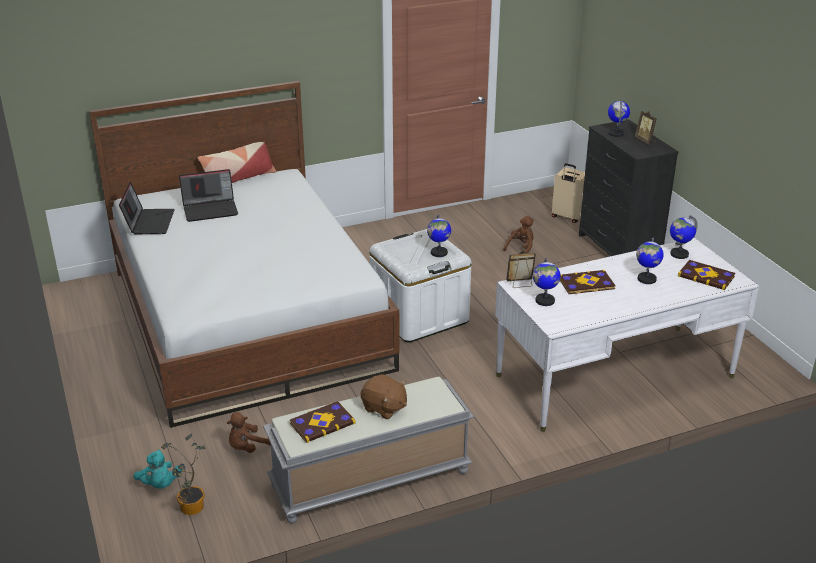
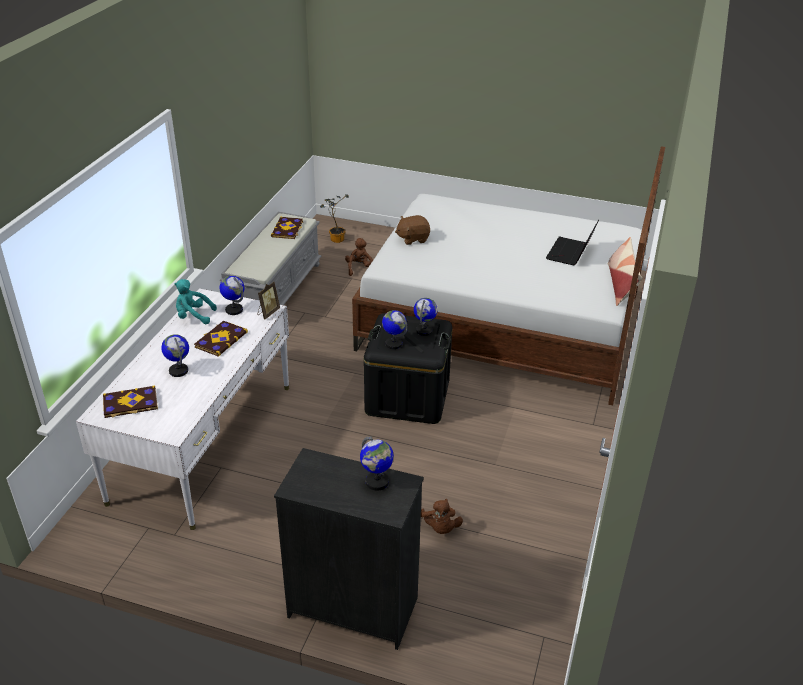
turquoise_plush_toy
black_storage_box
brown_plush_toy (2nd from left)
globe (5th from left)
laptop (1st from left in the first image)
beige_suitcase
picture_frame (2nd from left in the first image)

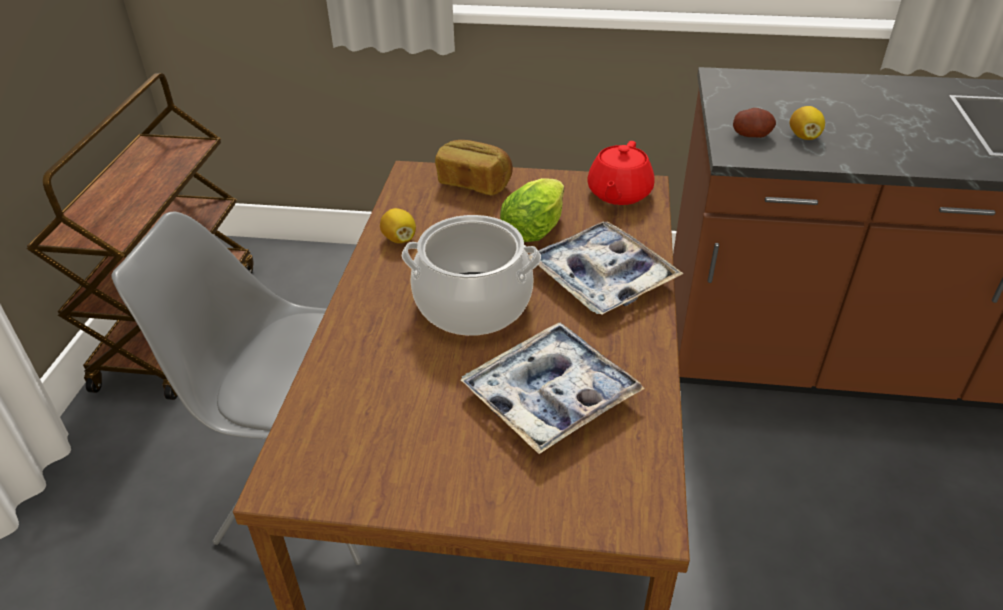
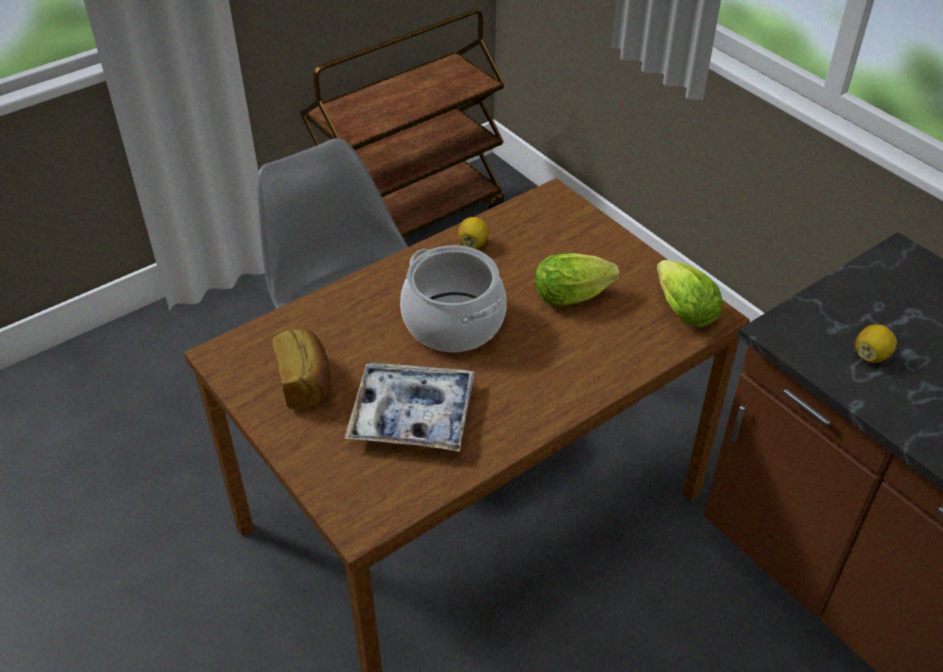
bread
lettuce (2nd from left)
tray (2nd from left in the first image)
potato

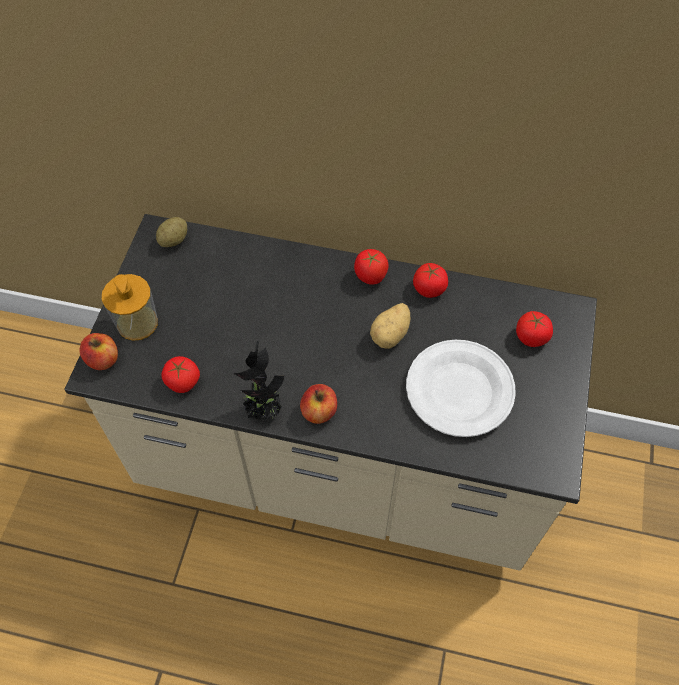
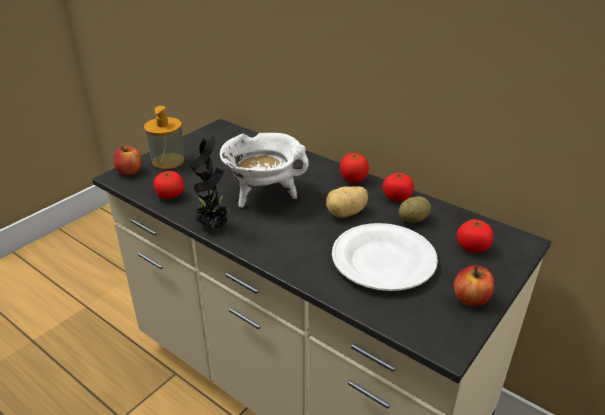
white_cooking_pot
potato (2nd from left)
apple (2nd from left)

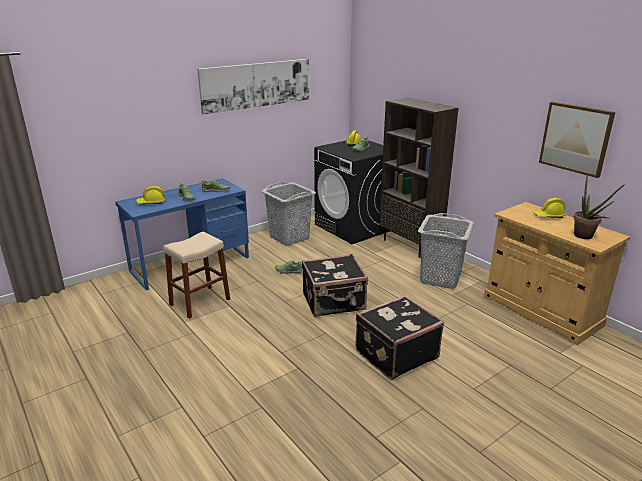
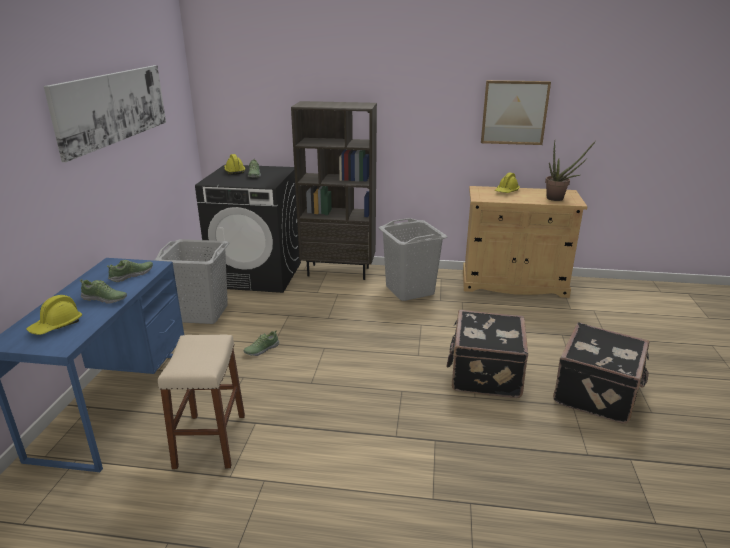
black_suitcase (2nd from left)

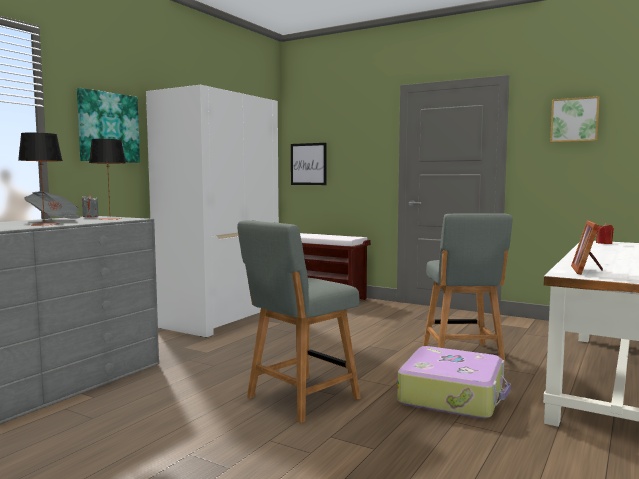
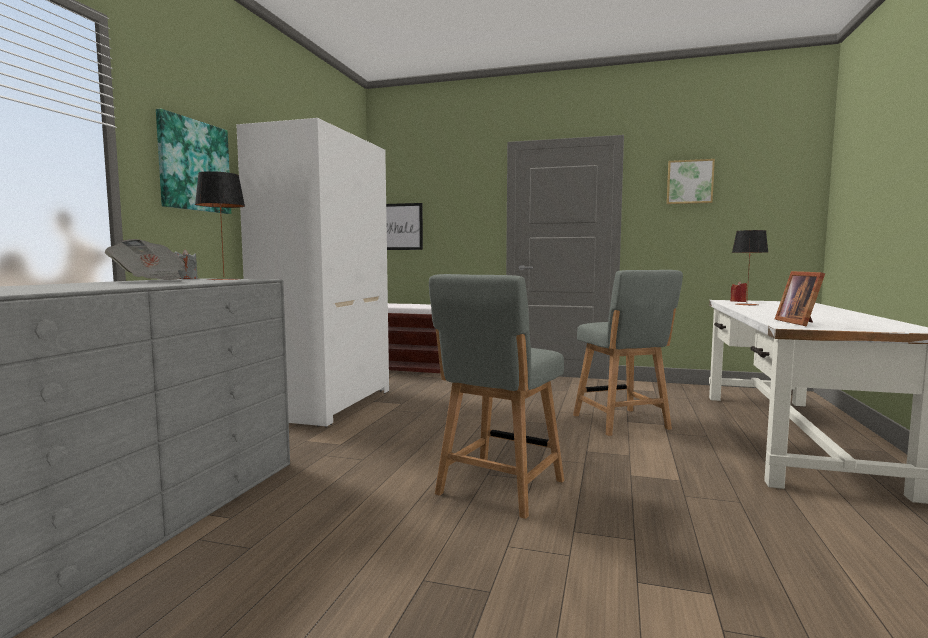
table_lamp (2nd from left)
suitcase

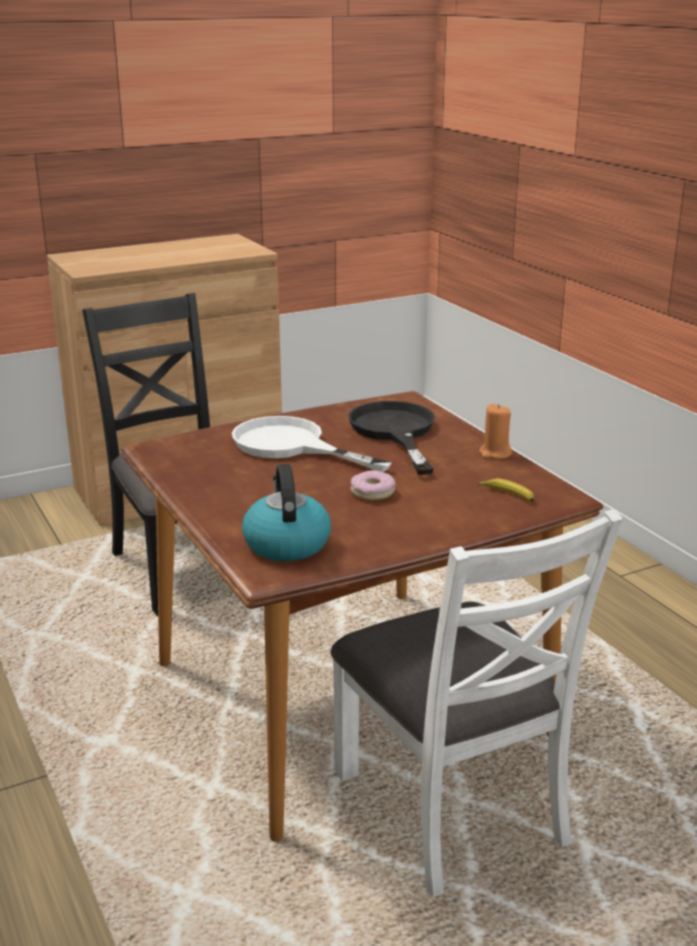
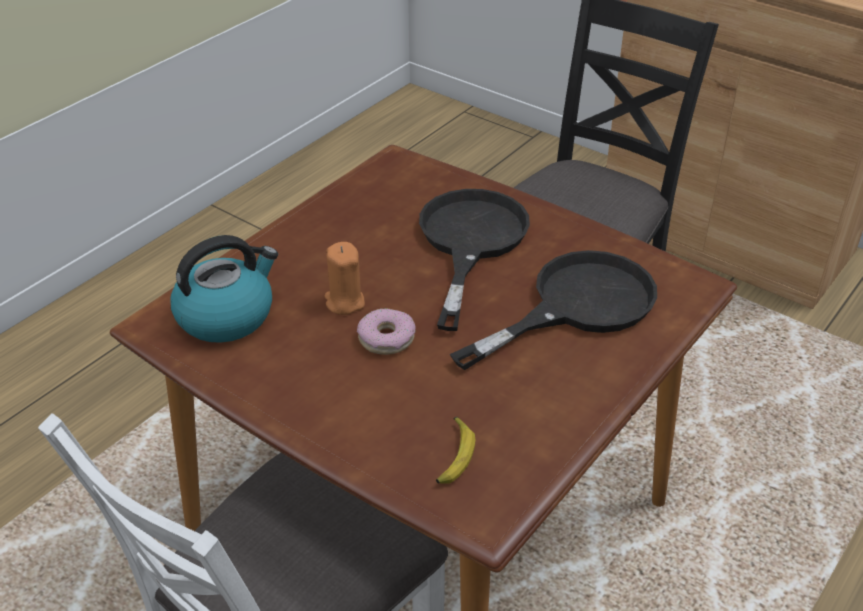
orange_candle
black_frying_pan (1st from left)

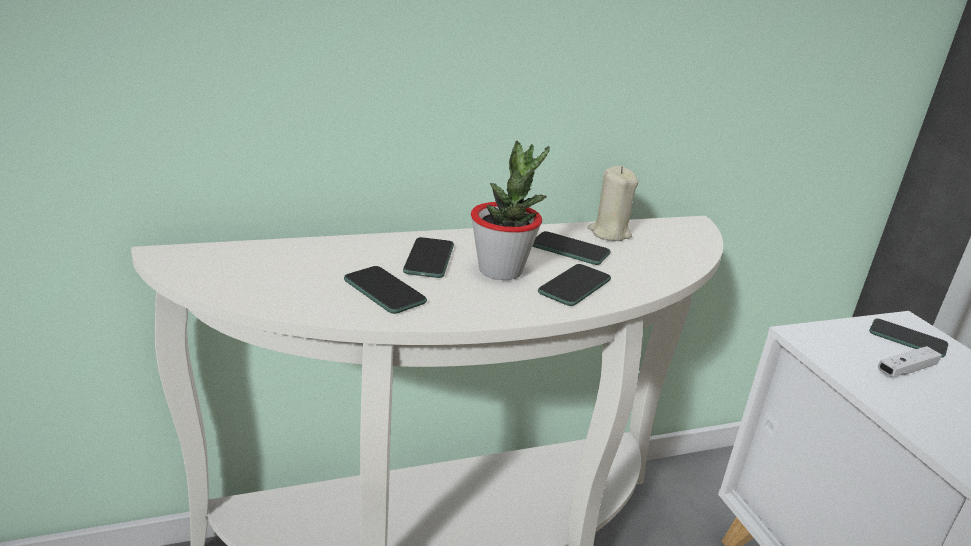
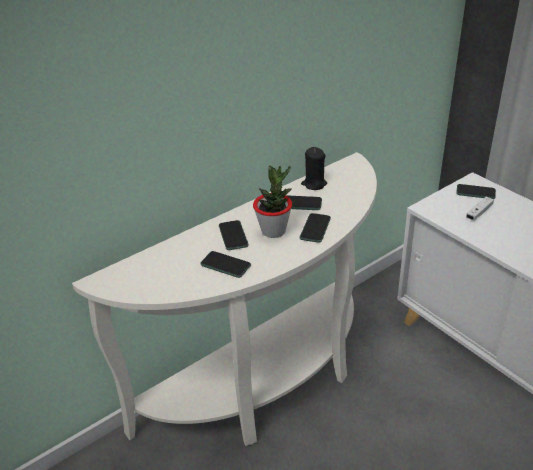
black_candle

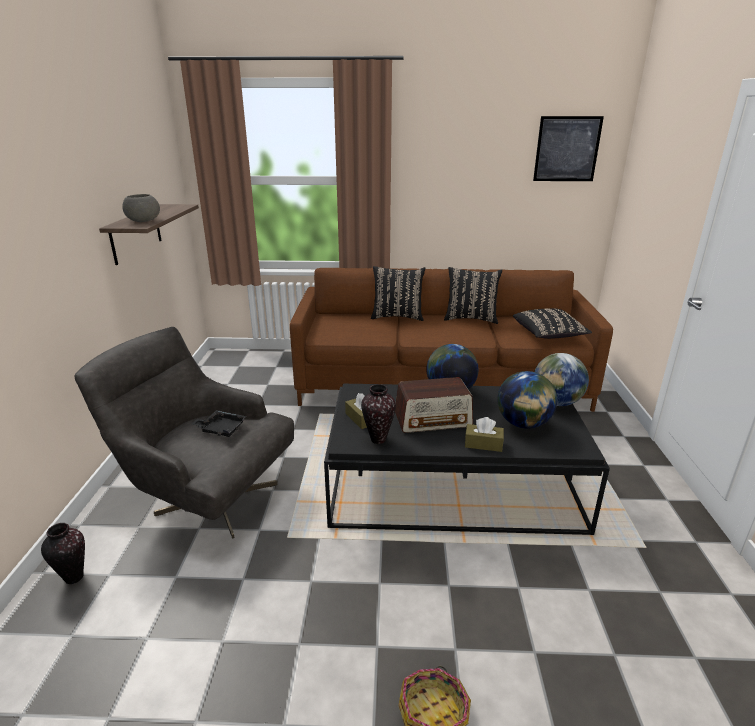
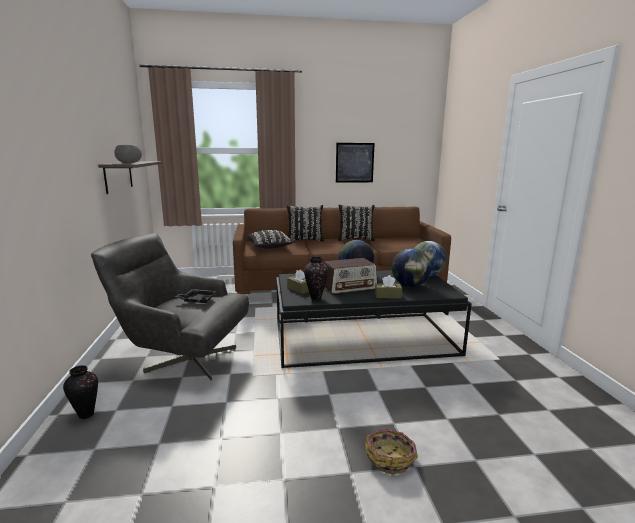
black_pillow (1st from left)
picture

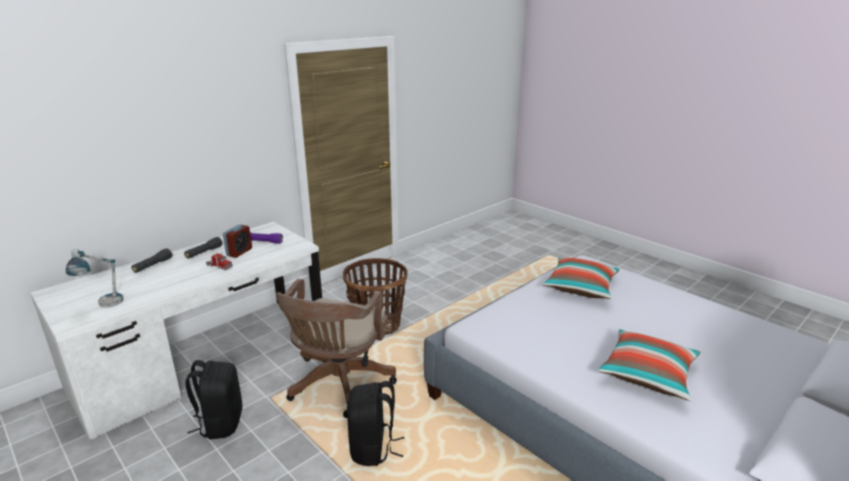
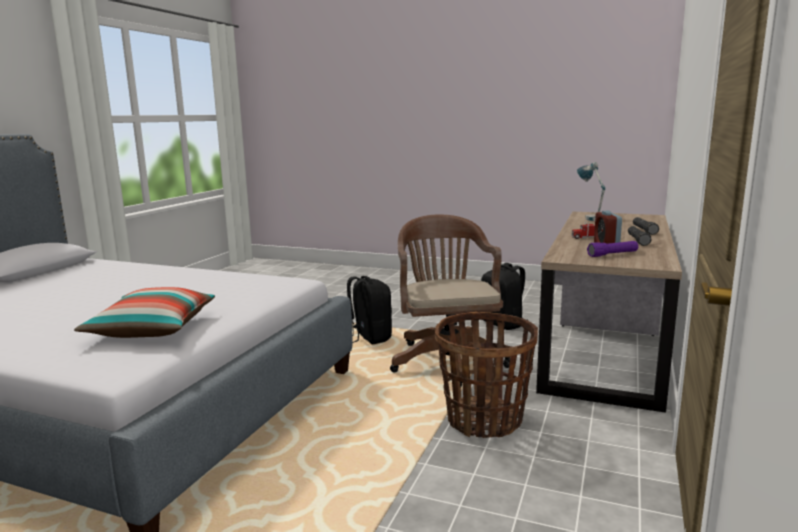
brown_desk
pillow (2nd from left in the first image)

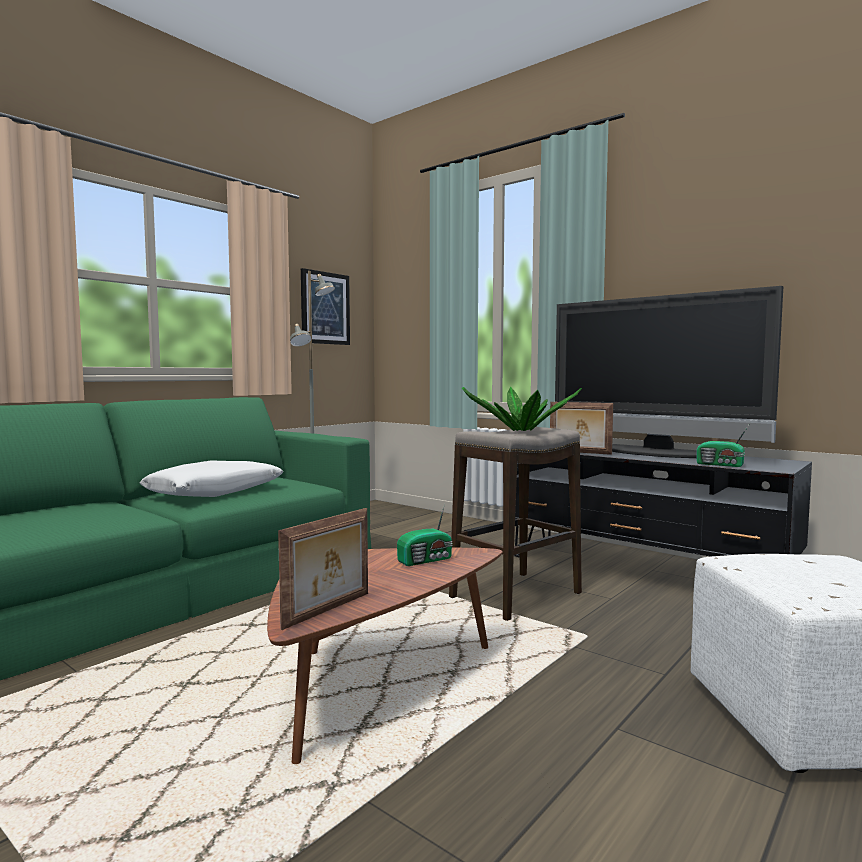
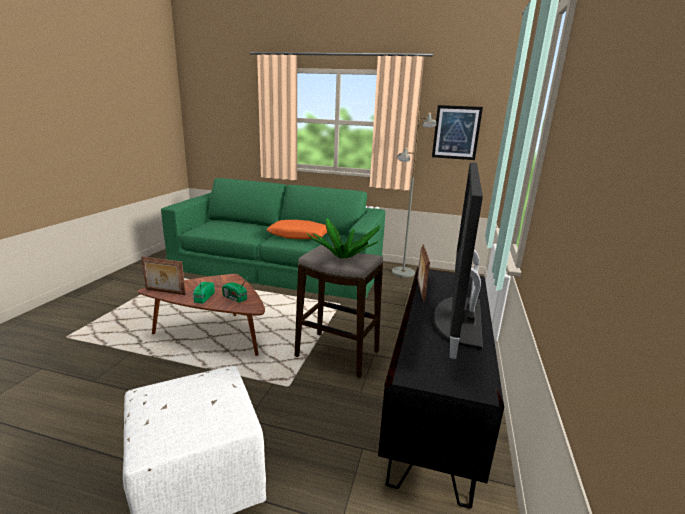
radio (1st from left)
orange_pillow

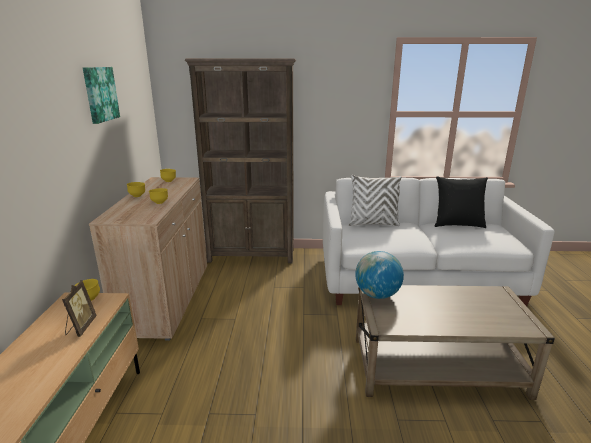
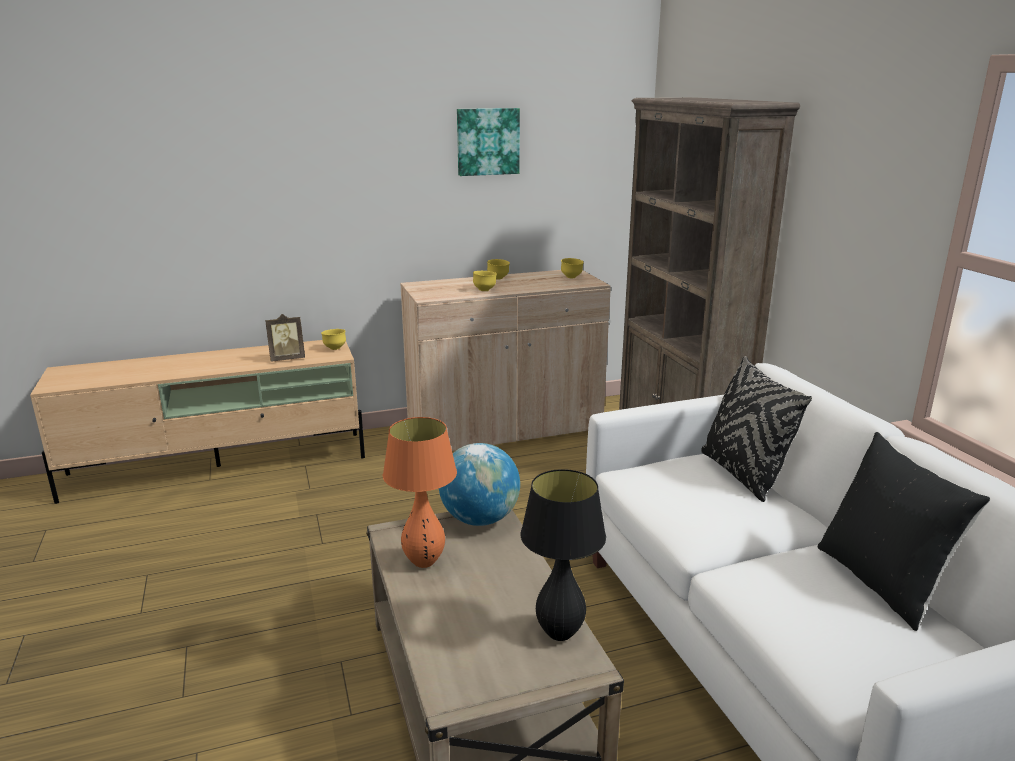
orange_table_lamp
black_table_lamp
black_pillow (1st from left)

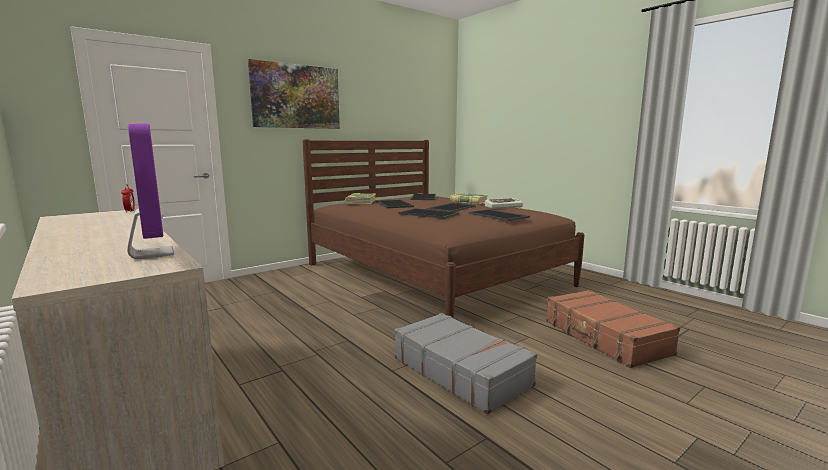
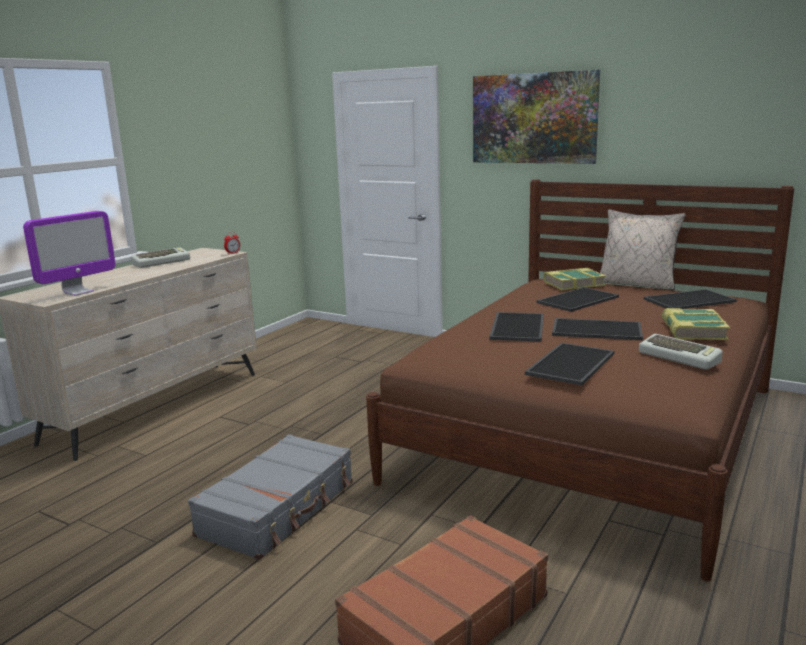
keyboard (1st from left)
beige_pillow

